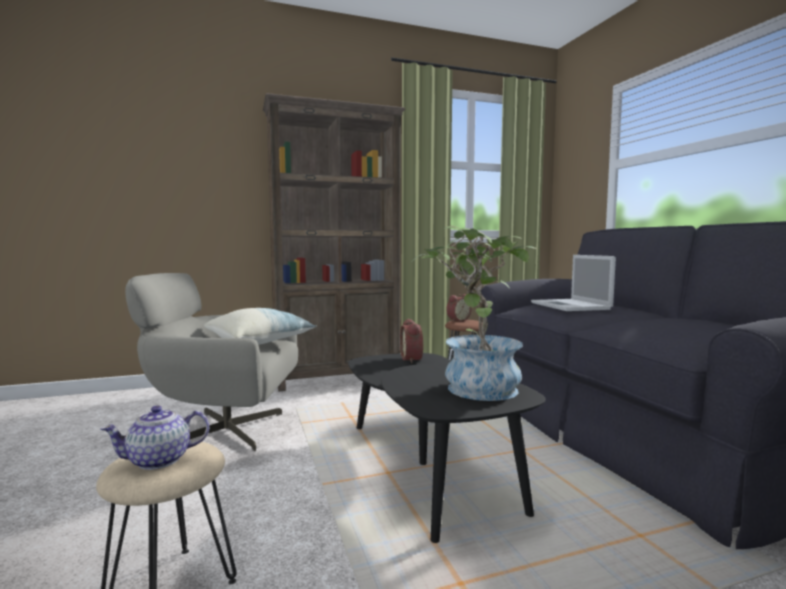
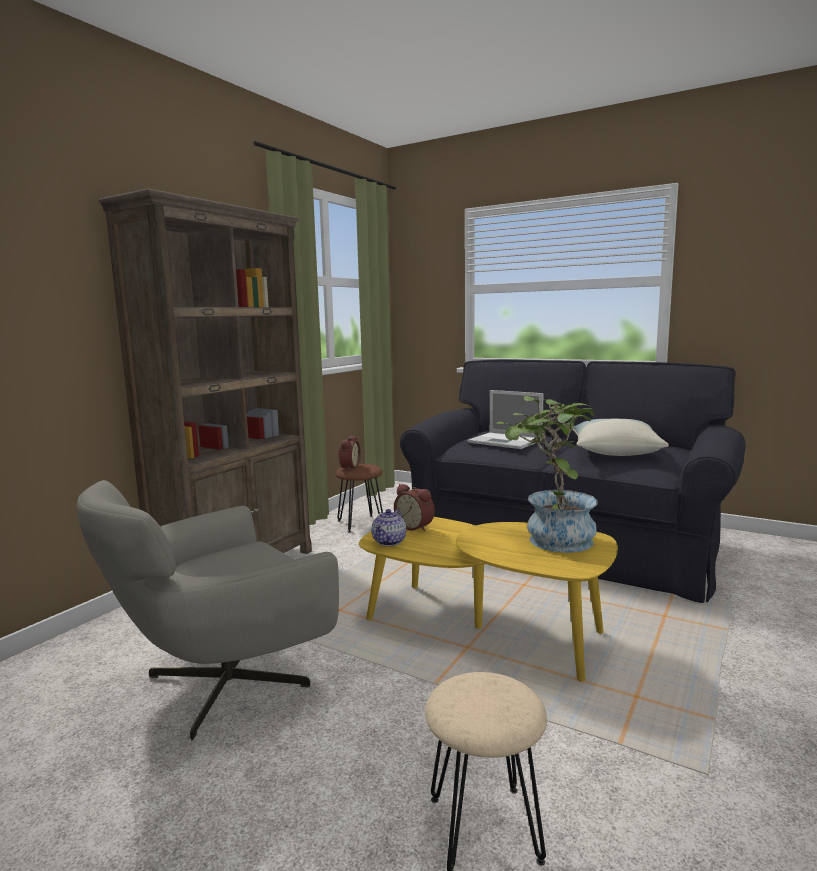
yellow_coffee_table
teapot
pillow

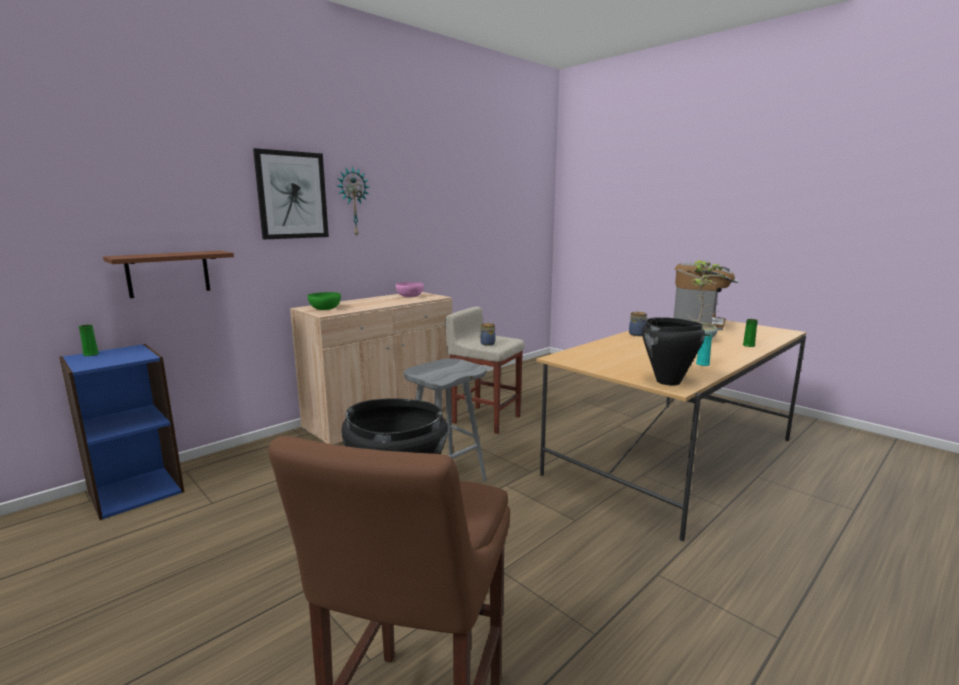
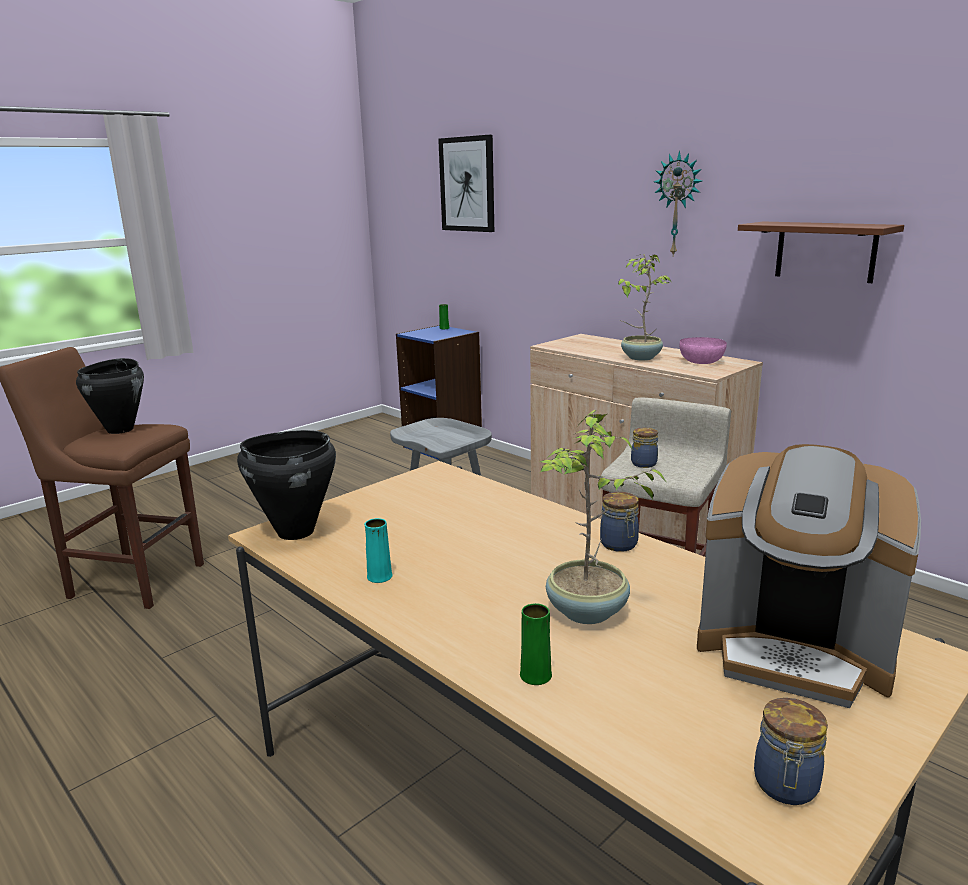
picture
potted_plant (2nd from left)
brown_shelf
jar (3rd from left)
green_bowl

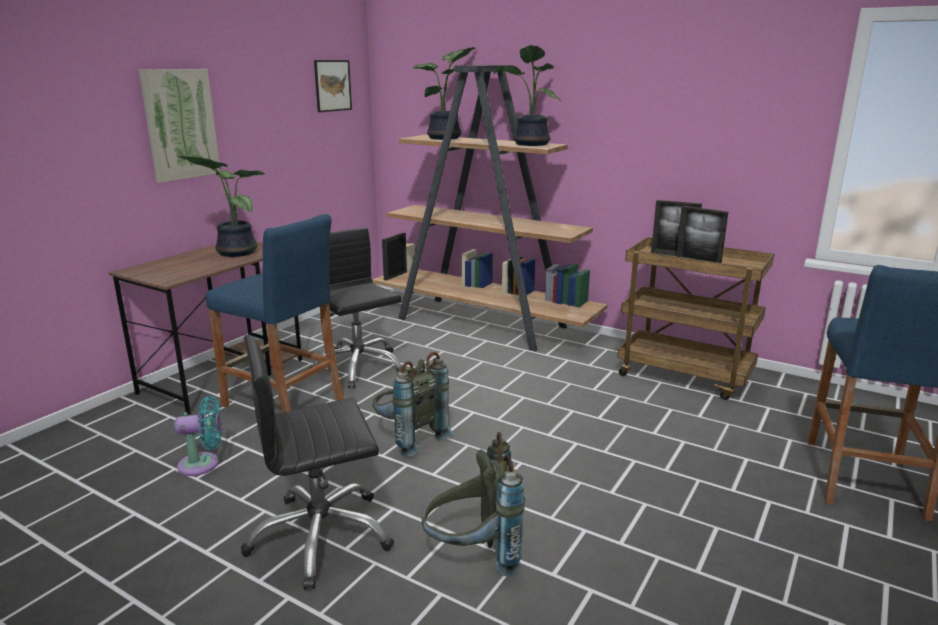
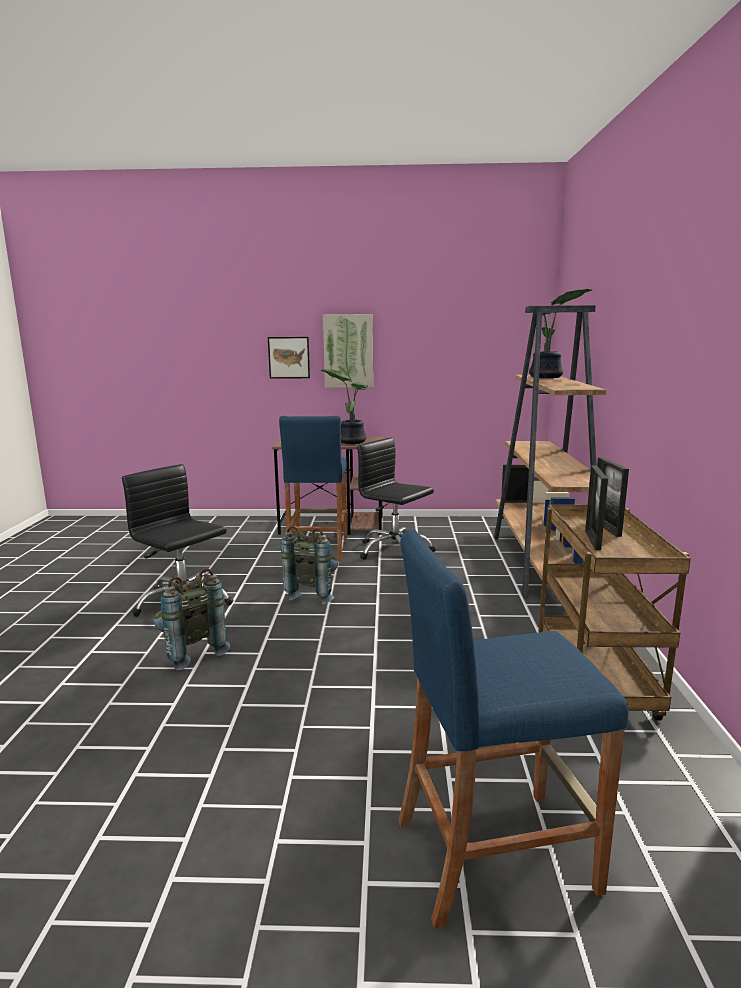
picture (1st from left)
black_office_chair (2nd from left)
turquoise_fan
potted_plant (3rd from left in the first image)

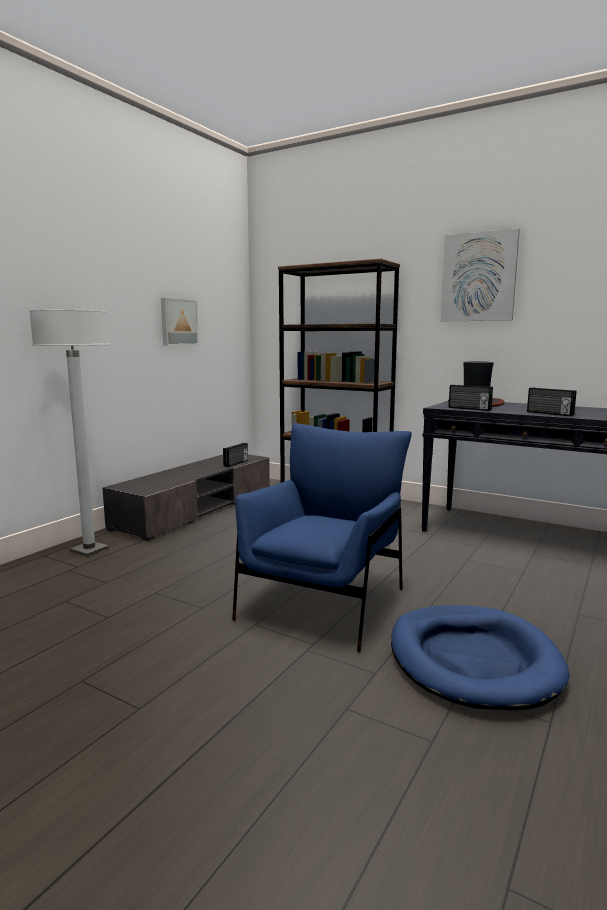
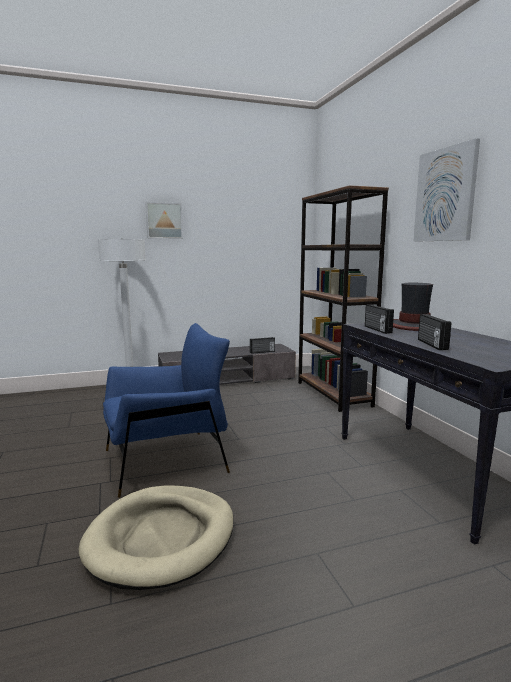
beige_dog_bed
picture (1st from left)

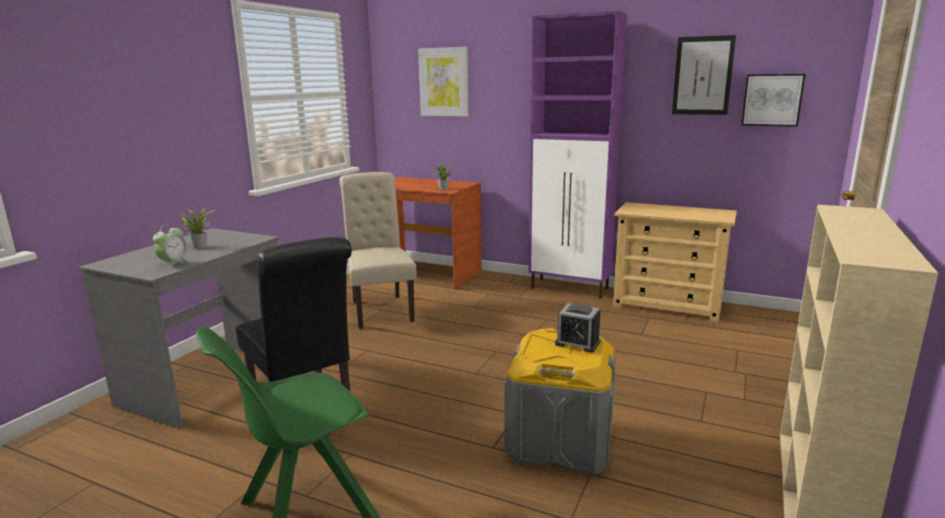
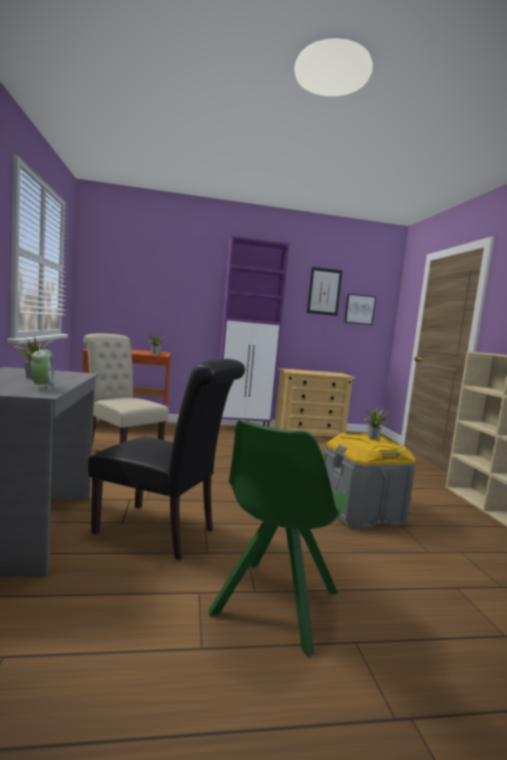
potted_plant (3rd from left)
picture (1st from left in the first image)

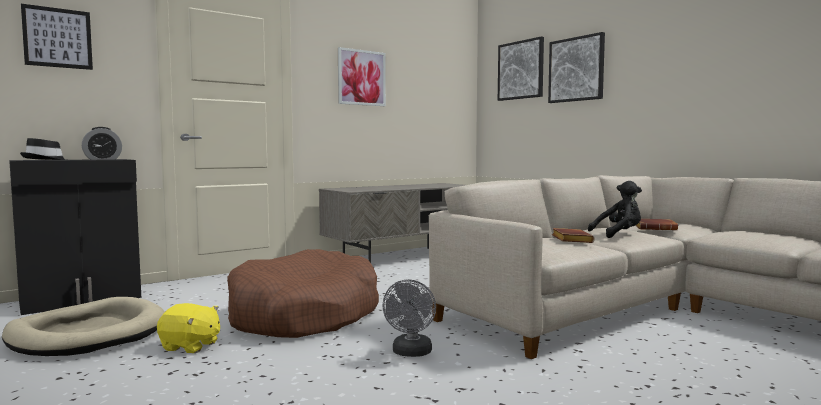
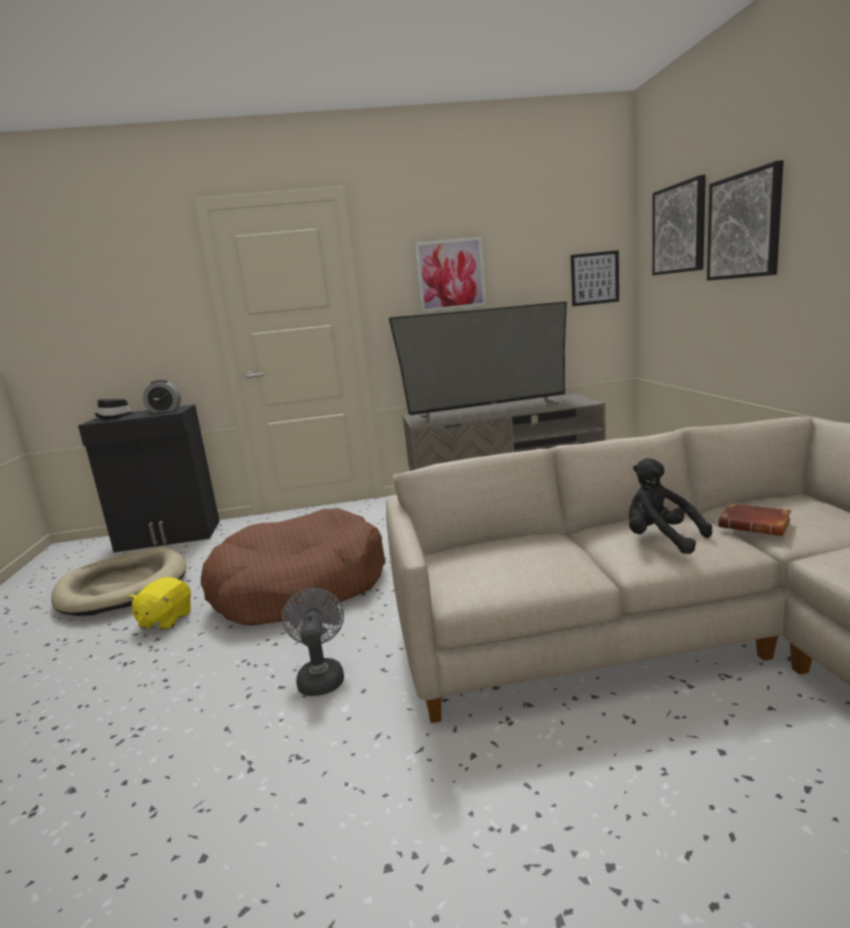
yellow_plush_toy
grey_fan
television
picture (2nd from left)
black_plush_toy
brown_book (1st from left in the first image)

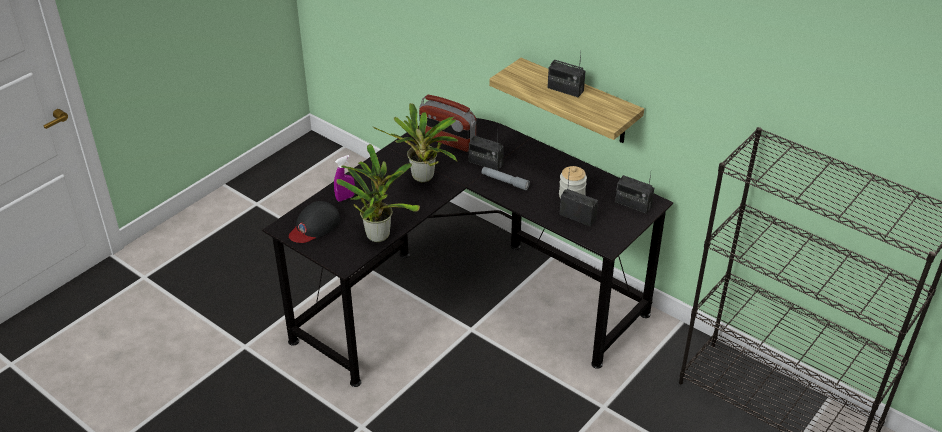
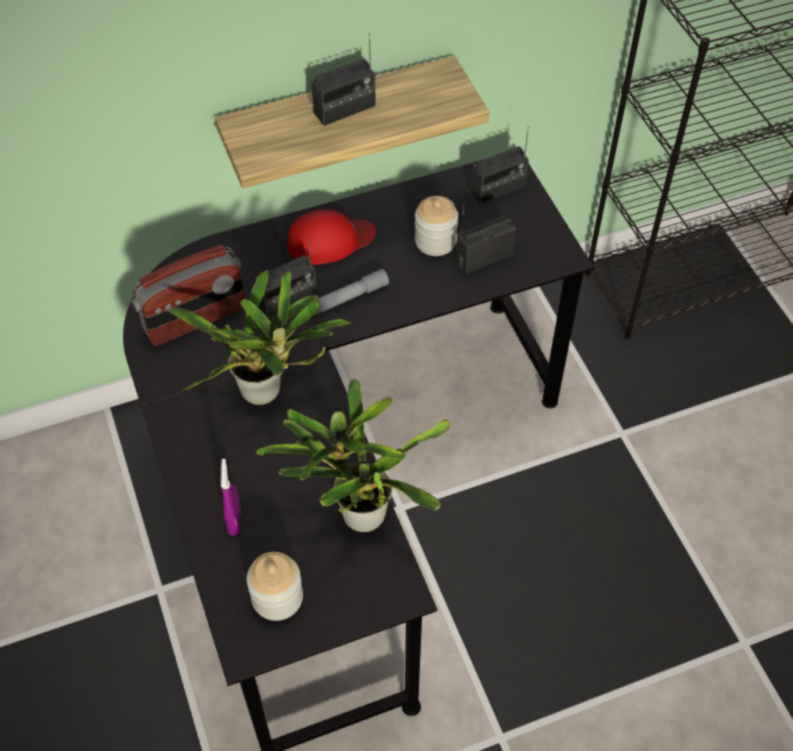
jar (1st from left)
red_cap

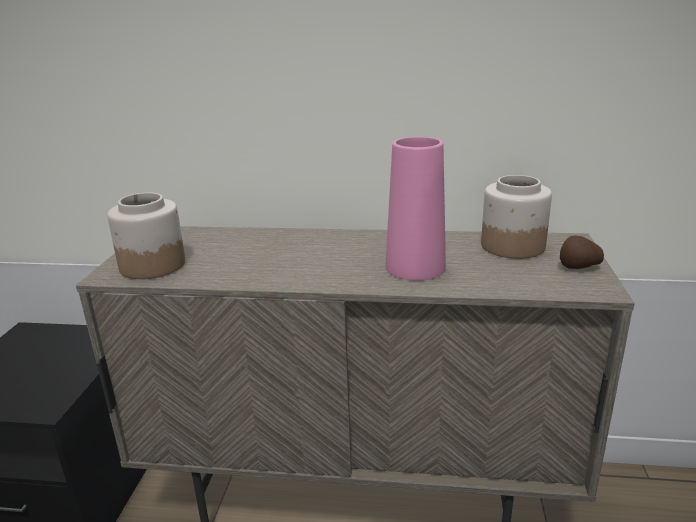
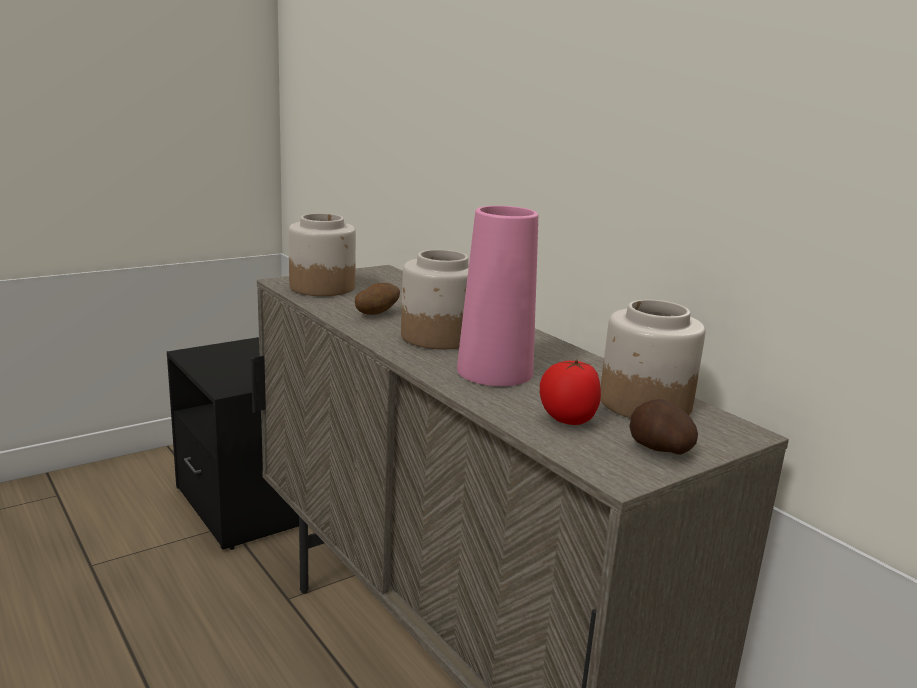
potato (1st from left)
jar (2nd from left)
tomato

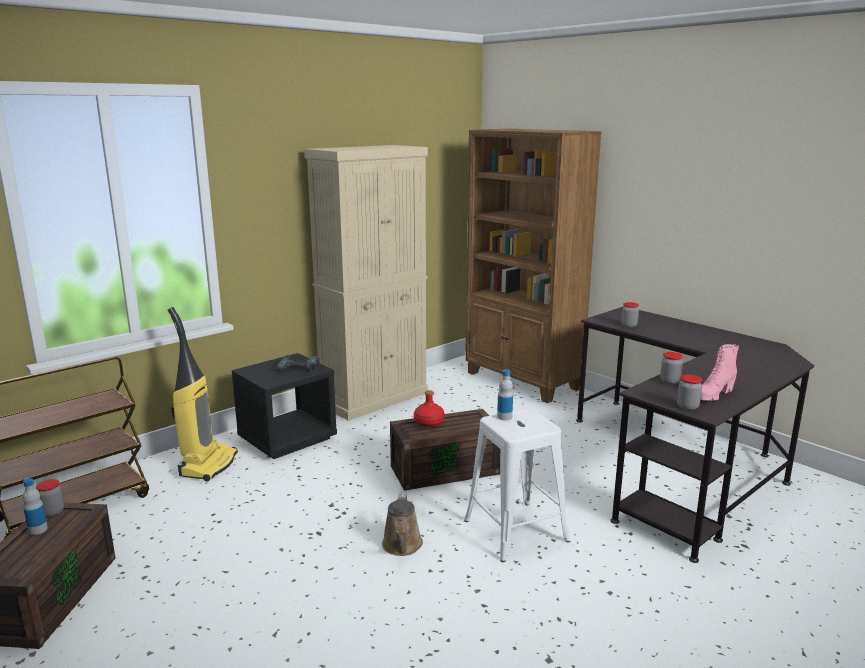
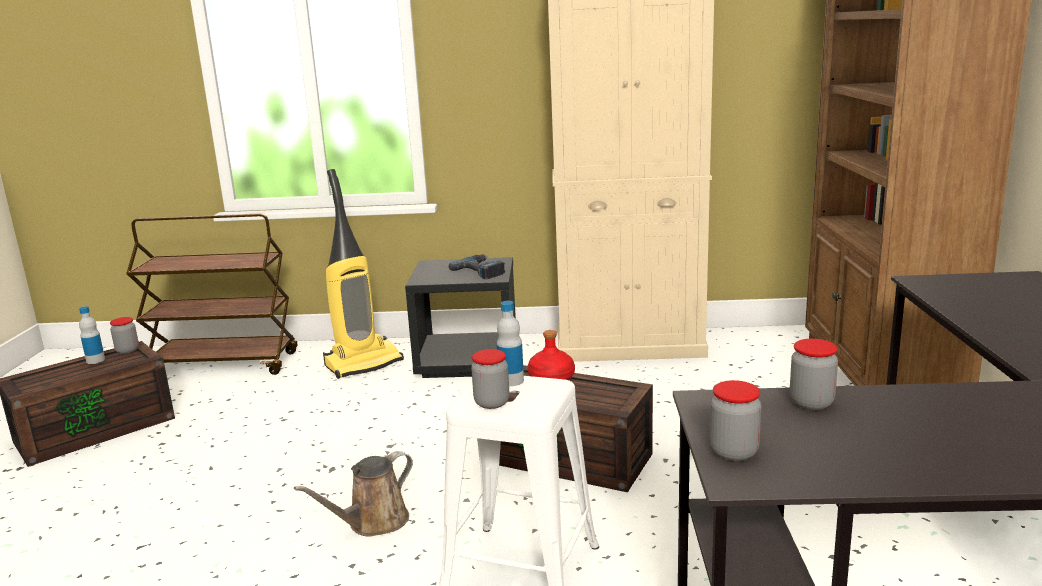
jar (2nd from left)
pink_boot

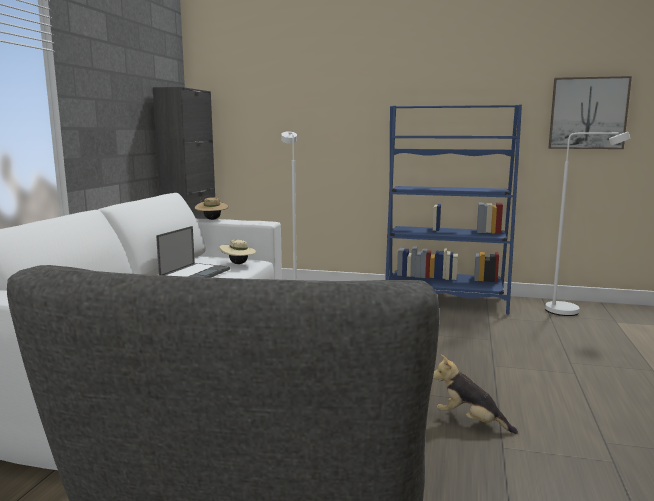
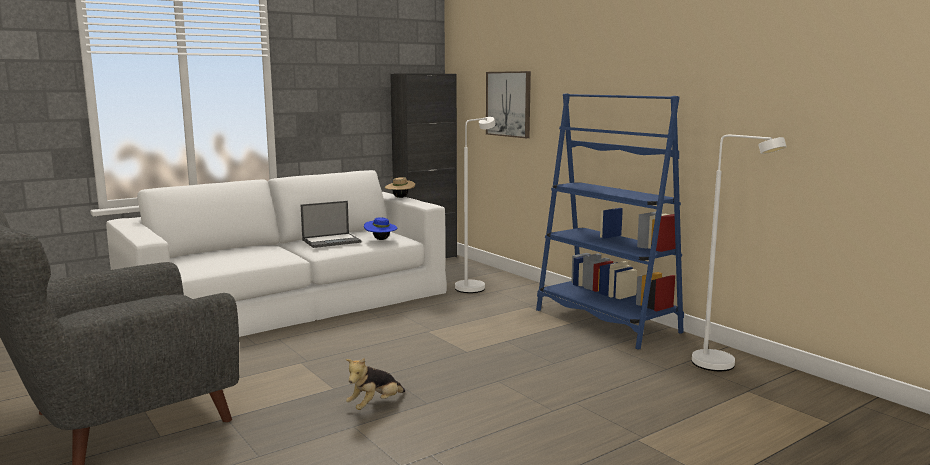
plush_toy
blue_hat
picture

